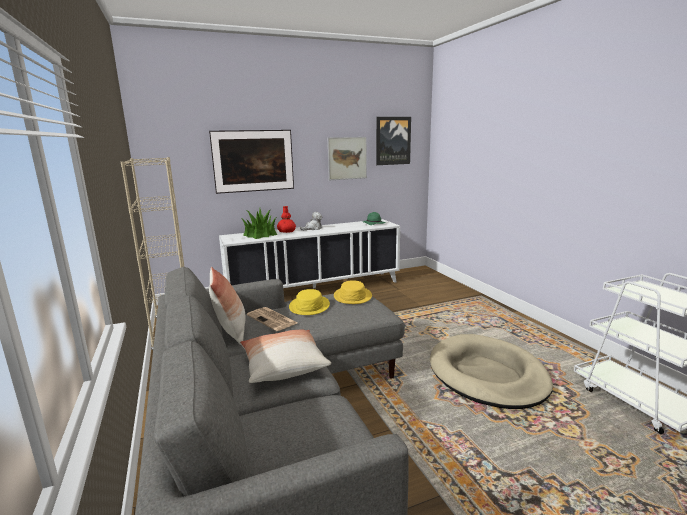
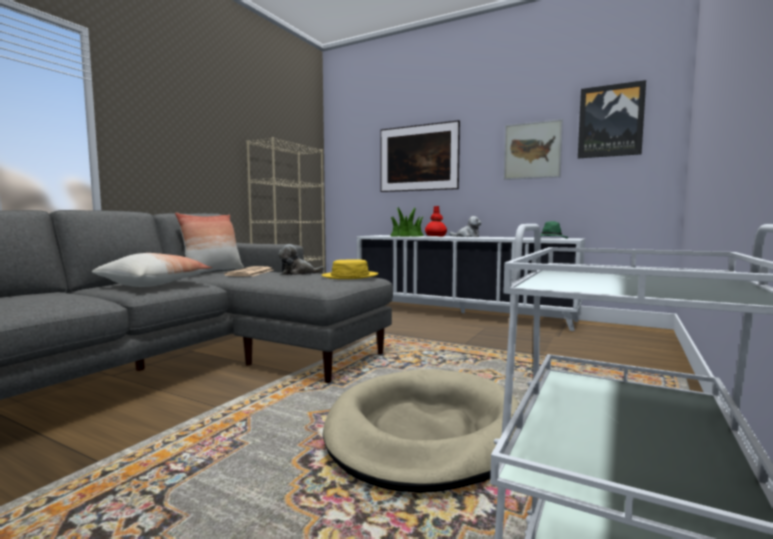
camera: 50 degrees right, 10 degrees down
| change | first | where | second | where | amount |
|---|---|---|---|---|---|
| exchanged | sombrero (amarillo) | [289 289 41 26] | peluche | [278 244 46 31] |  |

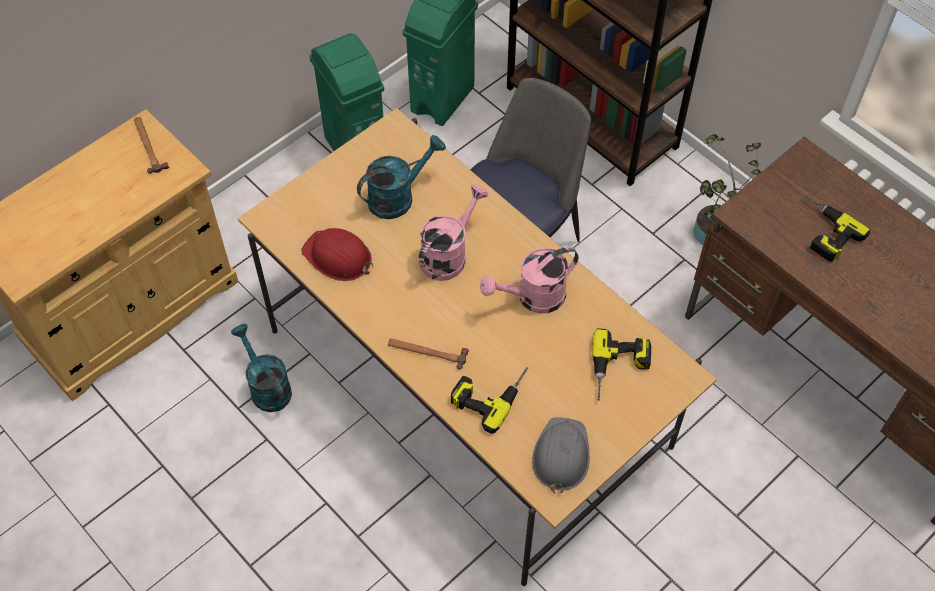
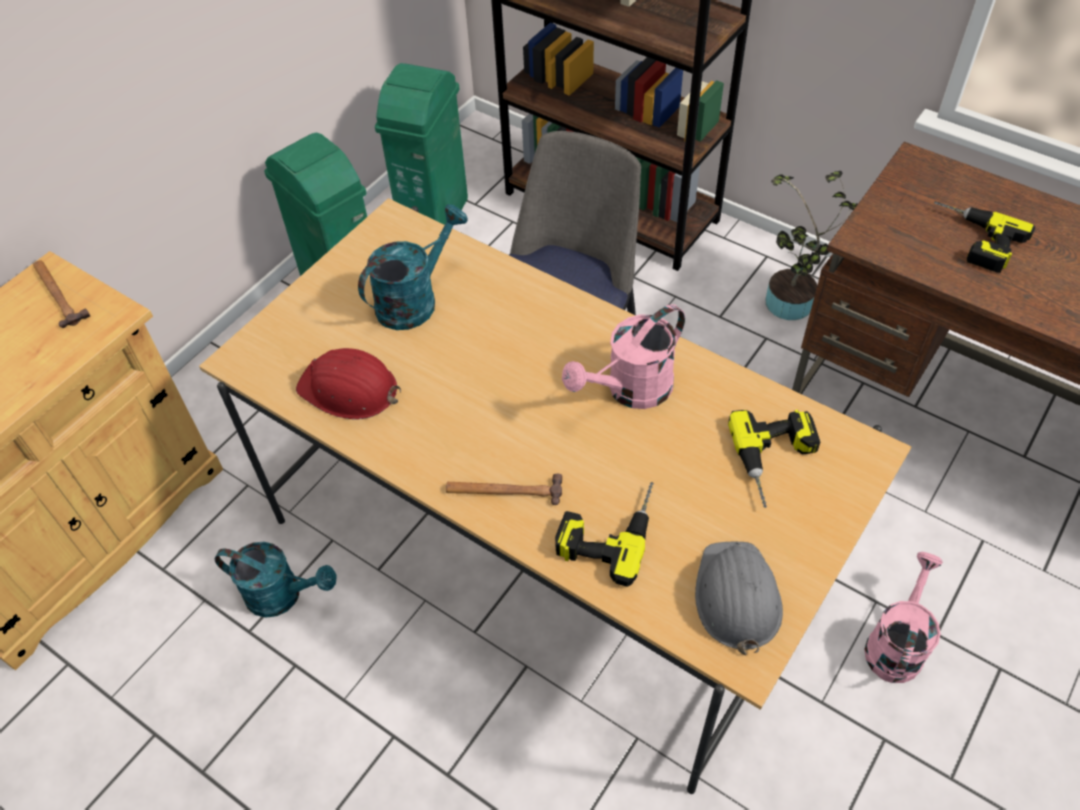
camera: 10 degrees left, 5 degrees down
| change | first | where | second | where | amount |
|---|---|---|---|---|---|
| spun | regadera (turquesa) | [231 324 61 88] |  | [215 541 121 77] | 150 degrees clockwise |
| relocated | regadera (rosa) | [418 184 70 97] |  | [864 552 79 131] |  |

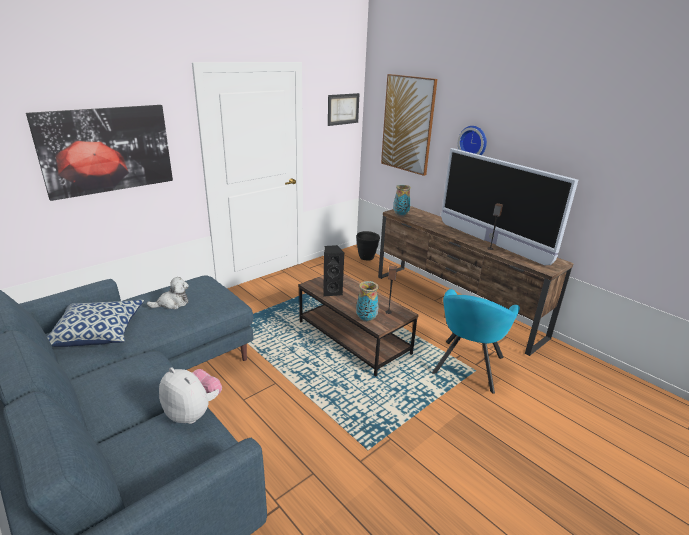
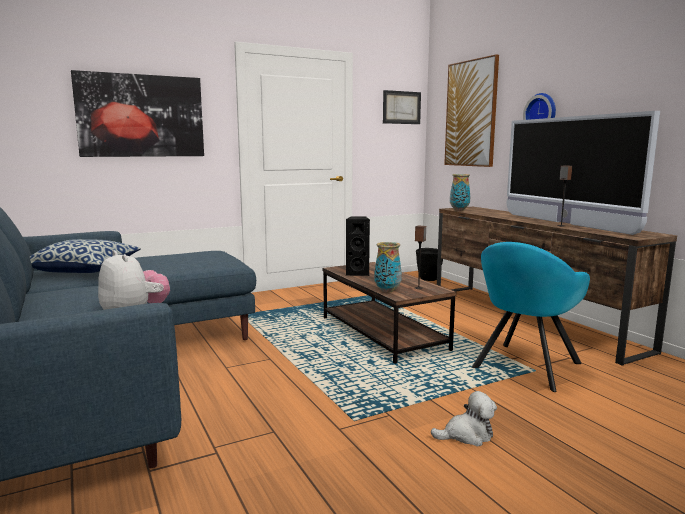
camera: 15 degrees right, 15 degrees down
| change | first | where | second | where | amount |
|---|---|---|---|---|---|
| relocated | peluche | [146 277 43 32] |  | [431 391 66 56] |  |

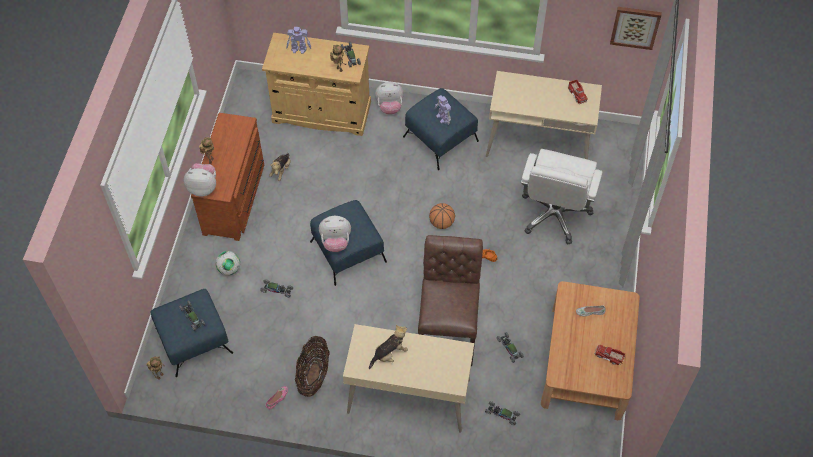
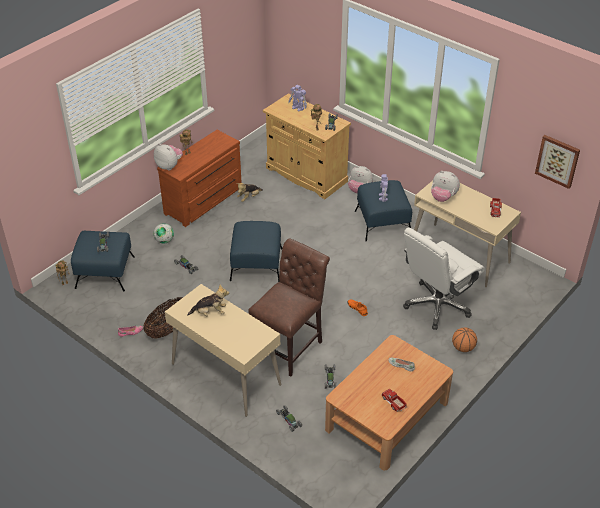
camera: 30 degrees right, 15 degrees down
| change | first | where | second | where | amount |
|---|---|---|---|---|---|
| relocated | peluche | [319 216 32 36] |  | [431 171 29 31] |  |
| relocated | balón de baloncesto | [429 203 26 26] |  | [452 327 25 25] |  |

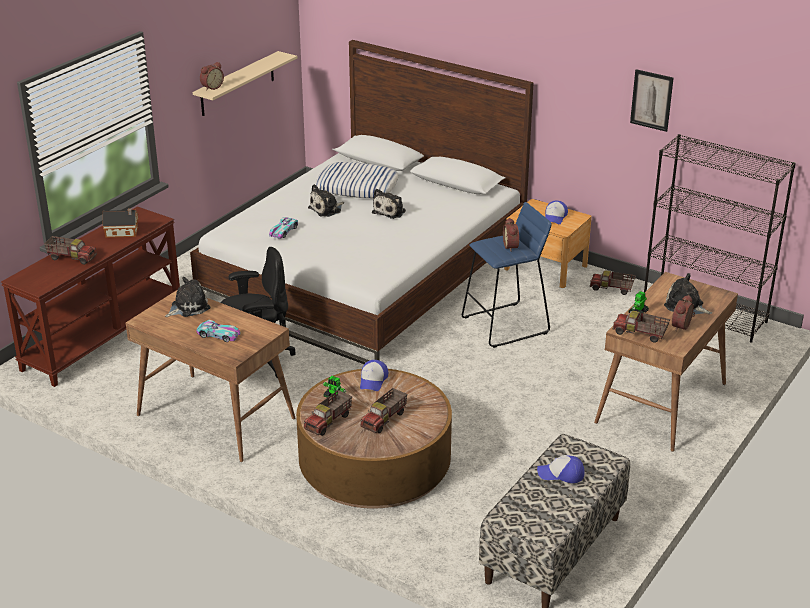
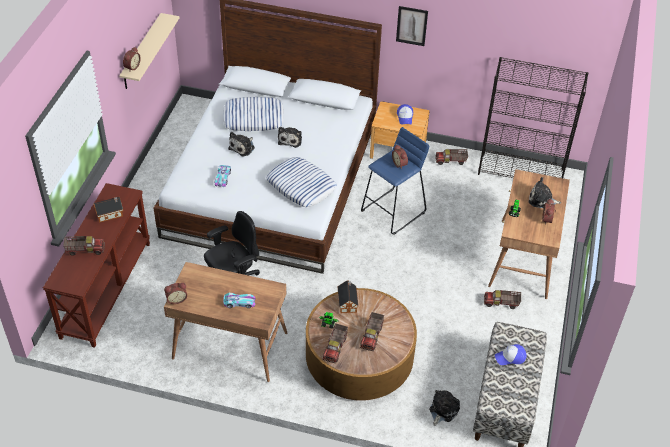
camera: 20 degrees left, 15 degrees up
| change | first | where | second | where | amount |
|---|---|---|---|---|---|
| appeared |  |  | despertador | [164 283 23 21] |  |
| appeared |  |  | cojín | [266 157 71 50] |  |
| exchanged | gorra | [360 360 28 31] | casita | [338 281 21 32] |  |
| relocated | cuadro | [630 69 43 63] |  | [396 6 32 40] |  |
| relocated | peluche | [165 277 45 40] |  | [429 390 31 36] |  |
| relocated | camión de juguete | [613 311 57 32] |  | [484 290 37 19] |  |

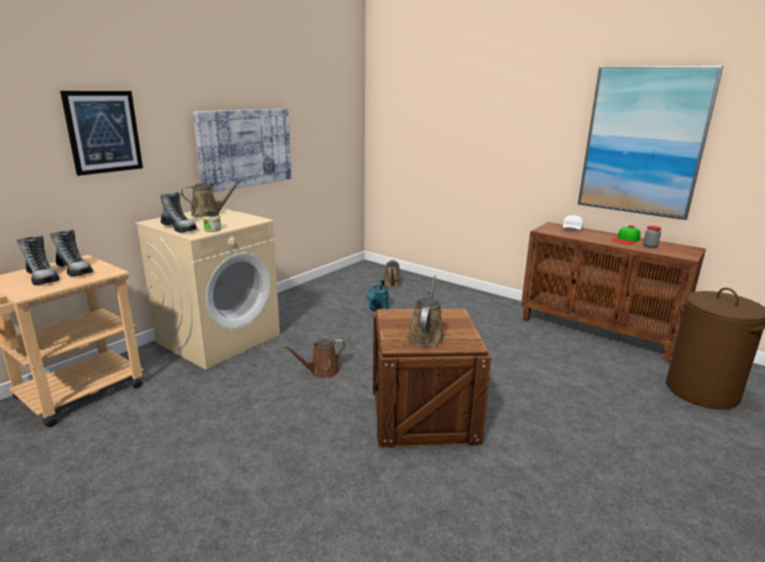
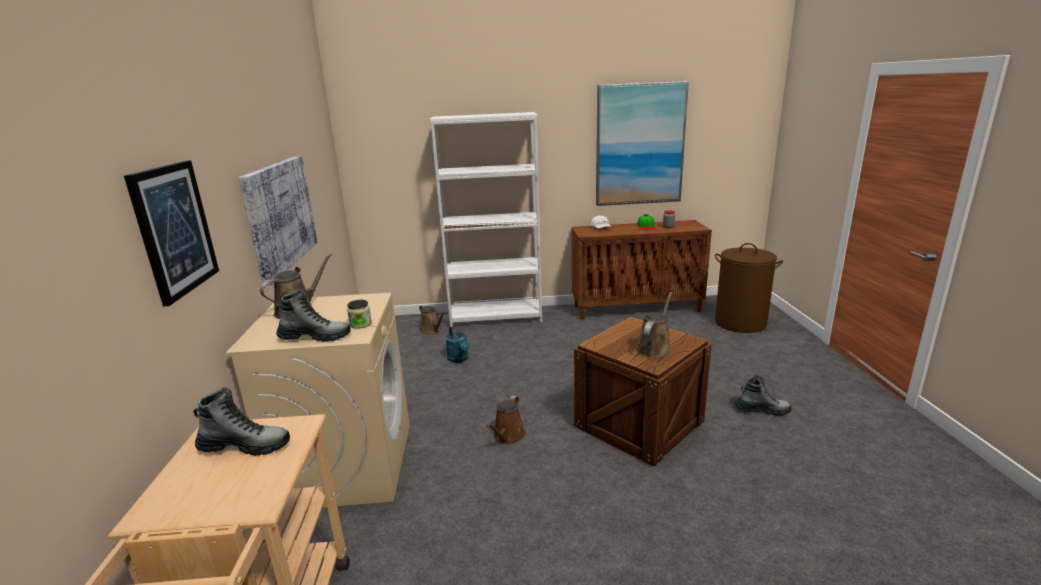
camera: 40 degrees left, 0 degrees up
| change | first | where | second | where | amount |
|---|---|---|---|---|---|
| appeared |  |  | estantería (blanco) | [430 112 112 215] |  |
| spun | regadera (marrón) | [407 275 37 72] |  | [635 292 37 66] | 60 degrees clockwise |
| relocated | bota | [17 235 42 50] |  | [735 375 57 41] |  |

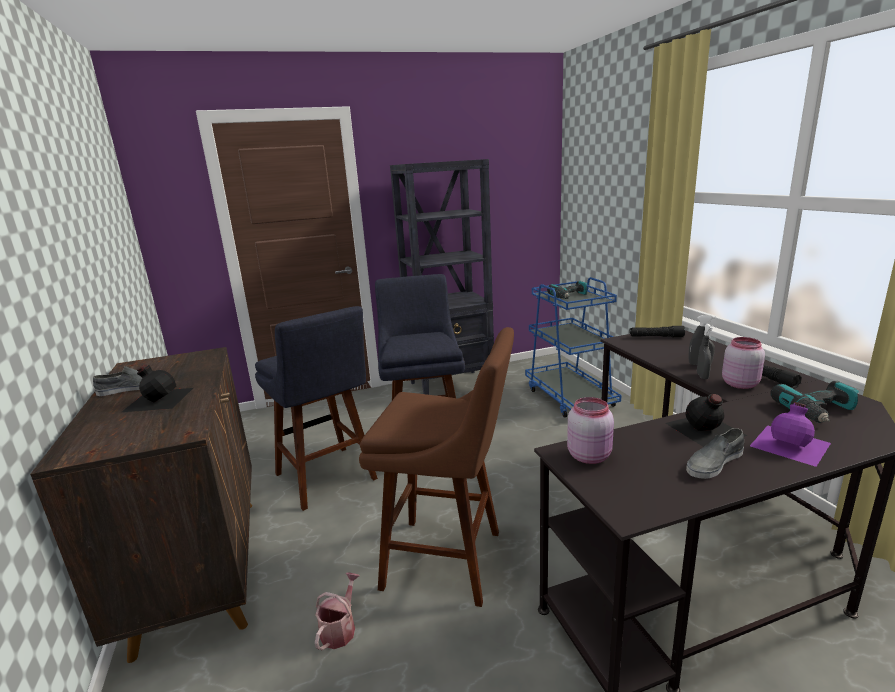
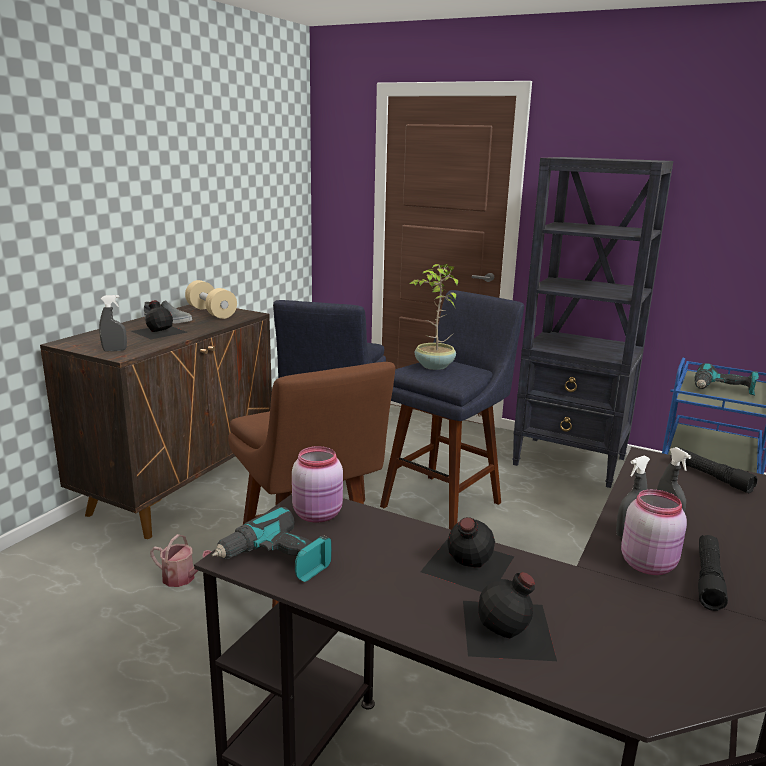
camera: 45 degrees right, 0 degrees up
| change | first | where | second | where | amount |
|---|---|---|---|---|---|
| appeared |  |  | pulverizador (gris) | [99 295 28 56] |  |
| spun | regadera | [315 572 45 79] |  | [150 534 61 53] | 45 degrees clockwise |
| appeared |  |  | mancuerna (beis) | [185 280 52 39] |  |
| relocated | taladro | [770 381 89 42] |  | [212 507 120 75] |  |
| appeared |  |  | planta en maceta | [410 264 48 106] |  |
| colour | botella (morado) | [750 402 81 65] | botella (negro) | [463 572 94 89] |  |
| missing | zapato (gris) | [686 428 58 51] |  |  |  |

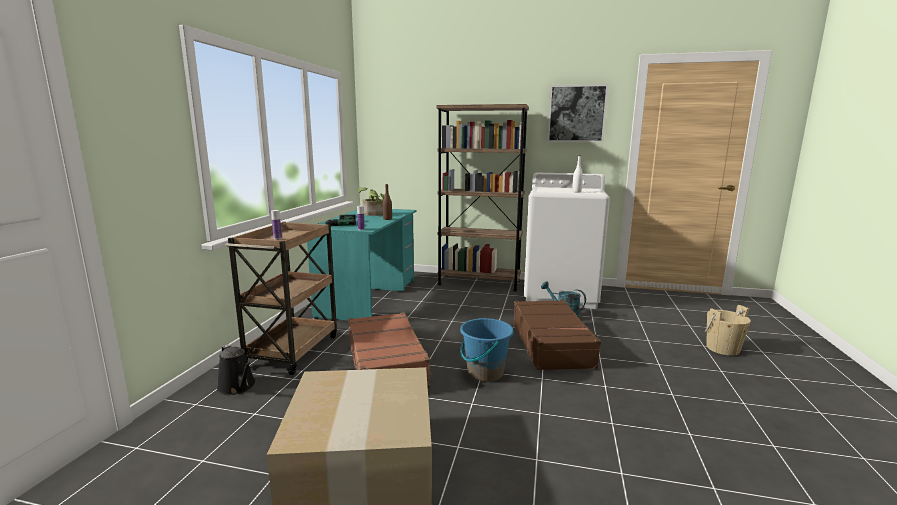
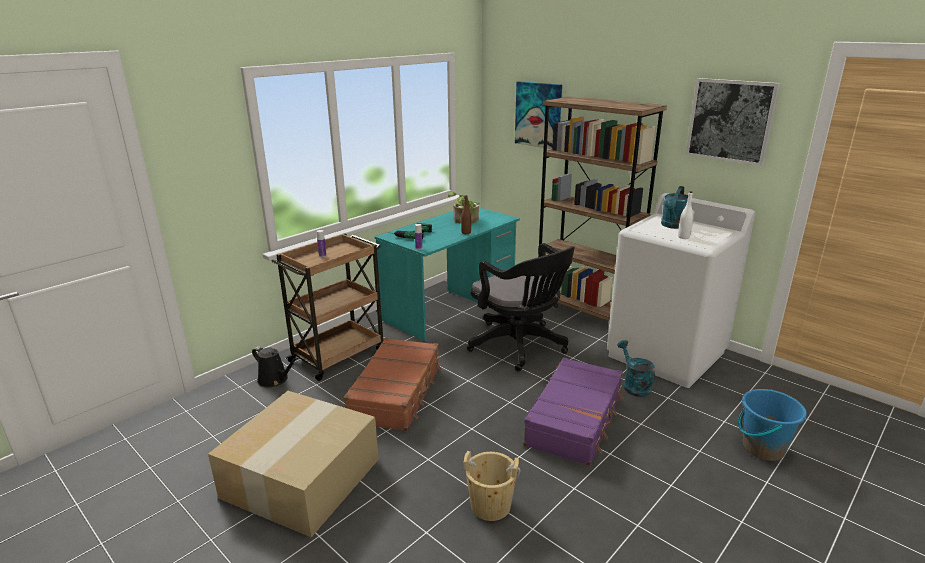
camera: 30 degrees right, 10 degrees up
| change | first | where | second | where | amount |
|---|---|---|---|---|---|
| spun | regadera (negro) | [217 344 38 51] |  | [252 346 46 41] | 45 degrees counterclockwise |
| relocated | cubo (beis) | [705 305 46 51] |  | [463 451 58 70] |  |
| appeared |  |  | silla de oficina (negro) | [467 243 108 128] |  |
| appeared |  |  | cuadro | [515 81 47 68] |  |
| colour | maleta (marrón) | [513 300 88 70] | maleta (morado) | [523 357 100 109] |  |
| appeared |  |  | regadera (turquesa) | [661 186 27 43] |  |
| relocated | cubo (azul) | [460 318 54 64] |  | [738 389 69 72] |  |

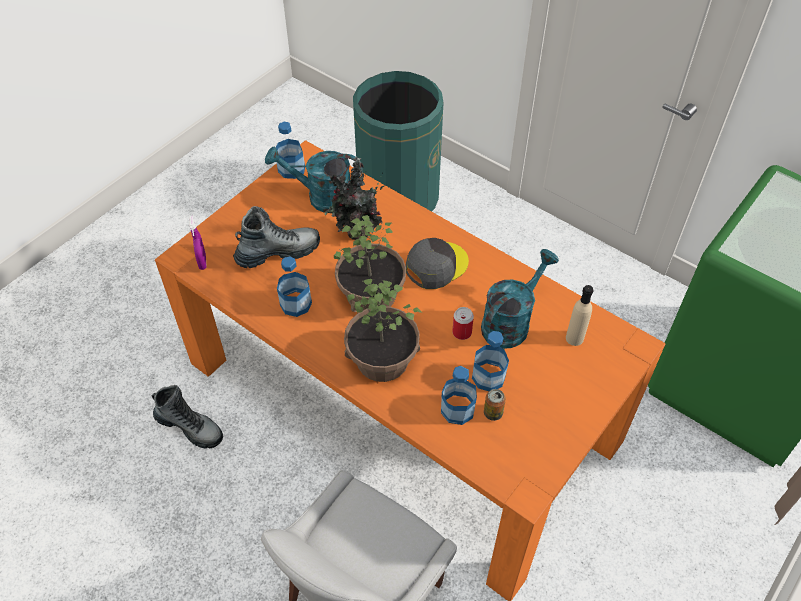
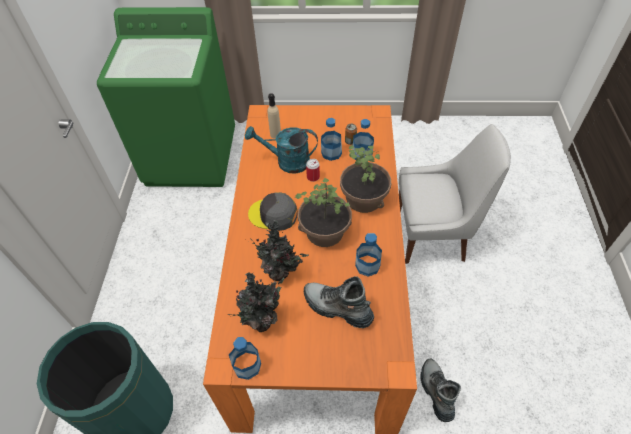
camera: 125 degrees left, 0 degrees up
| change | first | where | second | where | amount |
|---|---|---|---|---|---|
| exchanged | regadera (turquesa) | [265 147 98 66] | planta en maceta | [228 272 56 60] |  |
| missing | pulverizador (morado) | [189 216 18 54] |  |  |  |

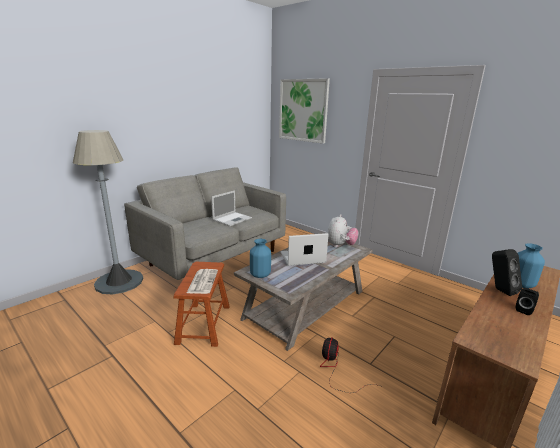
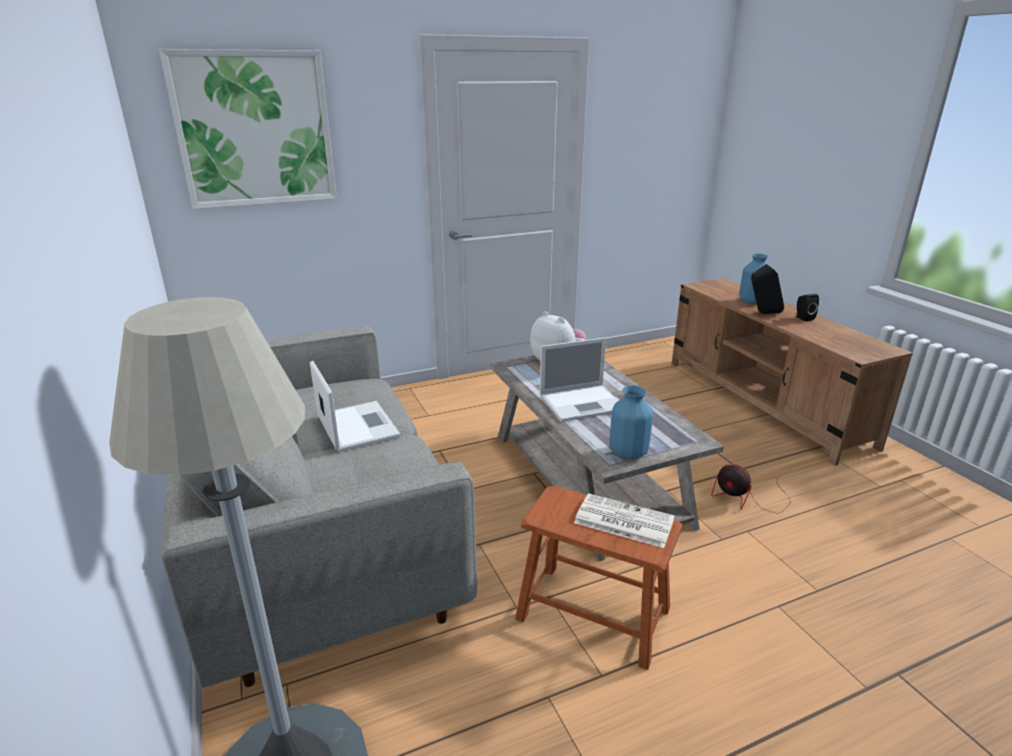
camera: 65 degrees left, 5 degrees up
| change | first | where | second | where | amount |
|---|---|---|---|---|---|
| spun | portátil | [281 233 48 33] |  | [540 338 79 84] | 120 degrees counterclockwise |

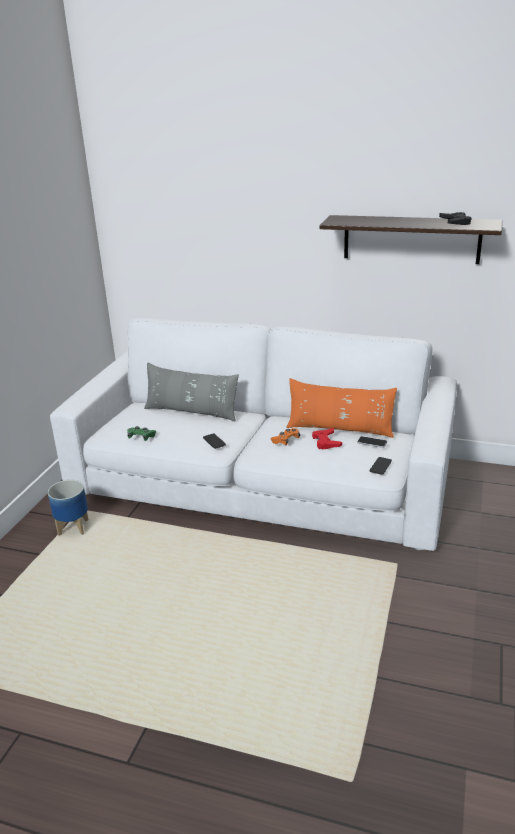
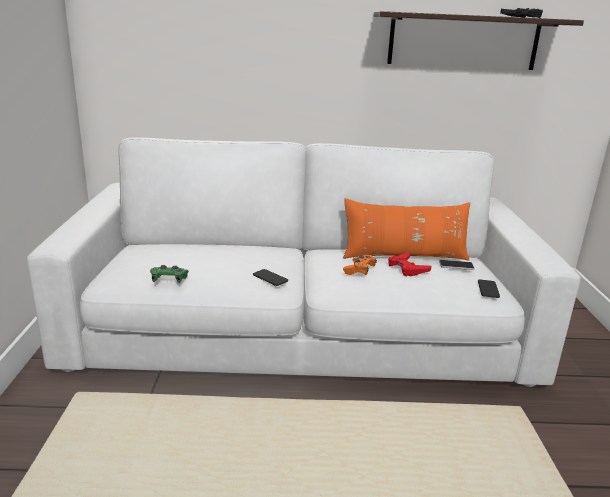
camera: 20 degrees left, 5 degrees down
| change | first | where | second | where | amount |
|---|---|---|---|---|---|
| missing | maceta | [48 480 40 56] |  |  |  |
| missing | cojín (gris) | [144 362 95 59] |  |  |  |

